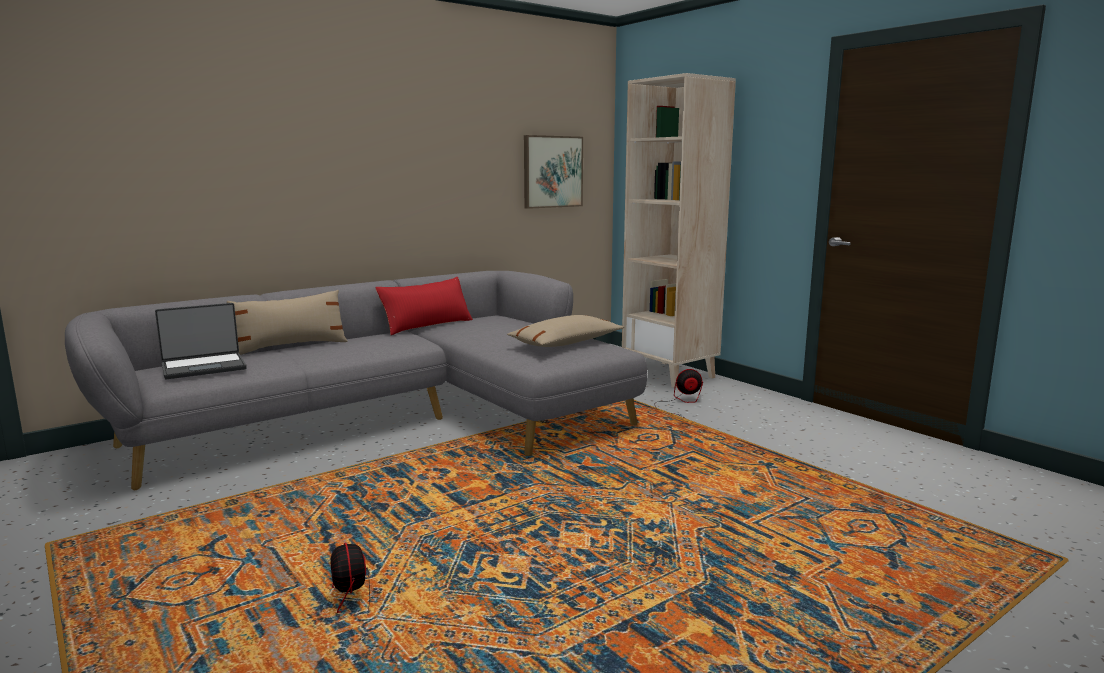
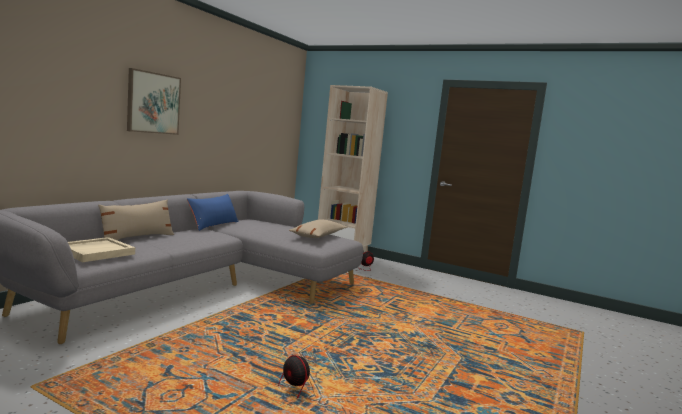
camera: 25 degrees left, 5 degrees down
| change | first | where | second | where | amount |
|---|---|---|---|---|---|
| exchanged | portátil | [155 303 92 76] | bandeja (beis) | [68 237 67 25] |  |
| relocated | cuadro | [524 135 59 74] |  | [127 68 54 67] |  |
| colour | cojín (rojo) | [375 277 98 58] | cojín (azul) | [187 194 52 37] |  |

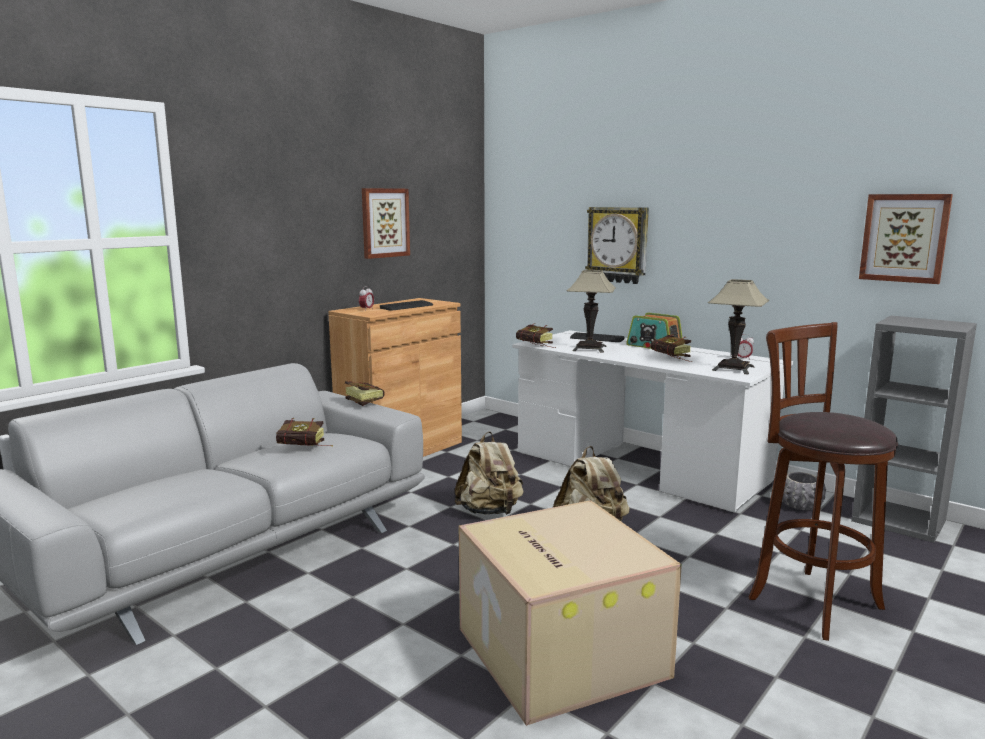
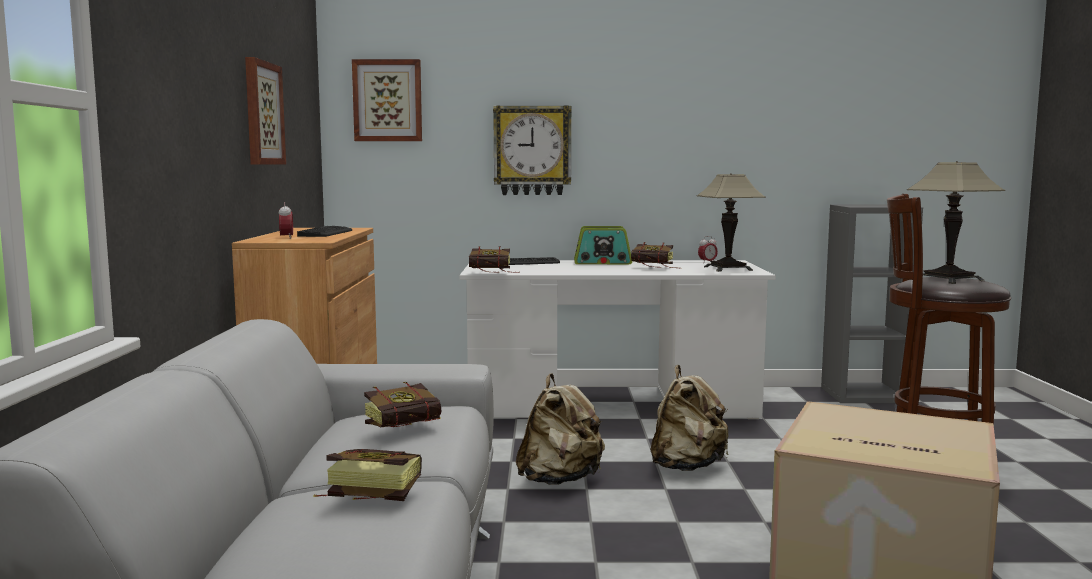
camera: 40 degrees left, 5 degrees down
| change | first | where | second | where | amount |
|---|---|---|---|---|---|
| relocated | libro | [345 381 40 25] |  | [313 449 109 52] |  |
| relocated | cuadro | [859 194 94 90] |  | [352 59 70 82] |  |
| relocated | lámpara de mesa | [567 270 49 83] |  | [907 161 98 123] |  |
| missing | maceta (gris) | [782 472 44 38] |  |  |  |

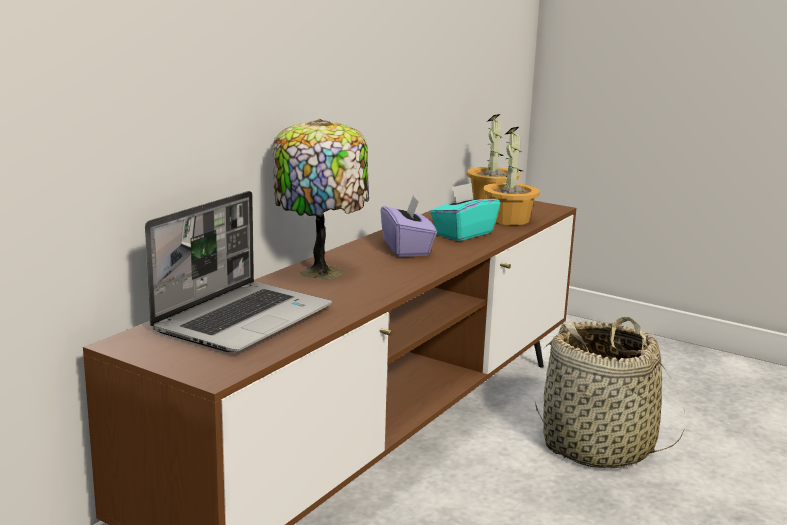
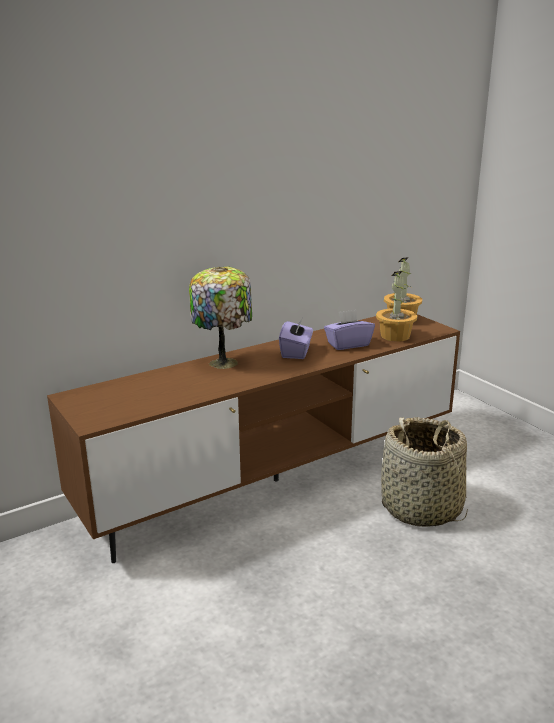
camera: 25 degrees right, 5 degrees up
| change | first | where | second | where | amount |
|---|---|---|---|---|---|
| colour | caja de pañuelos (turquesa) | [430 183 70 58] | caja de pañuelos (morado) | [324 310 51 40] |  |
| missing | portátil | [145 191 187 161] |  |  |  |

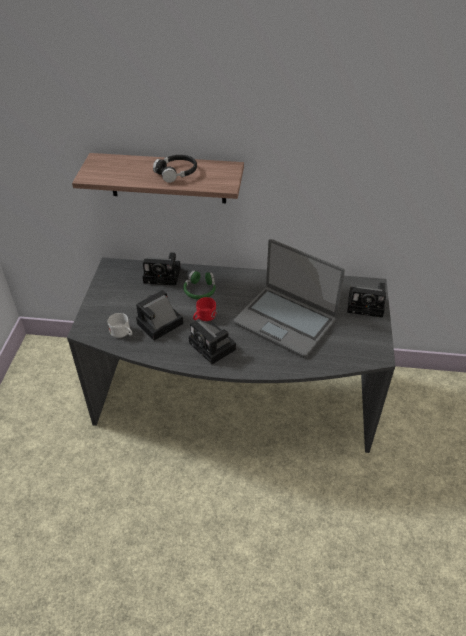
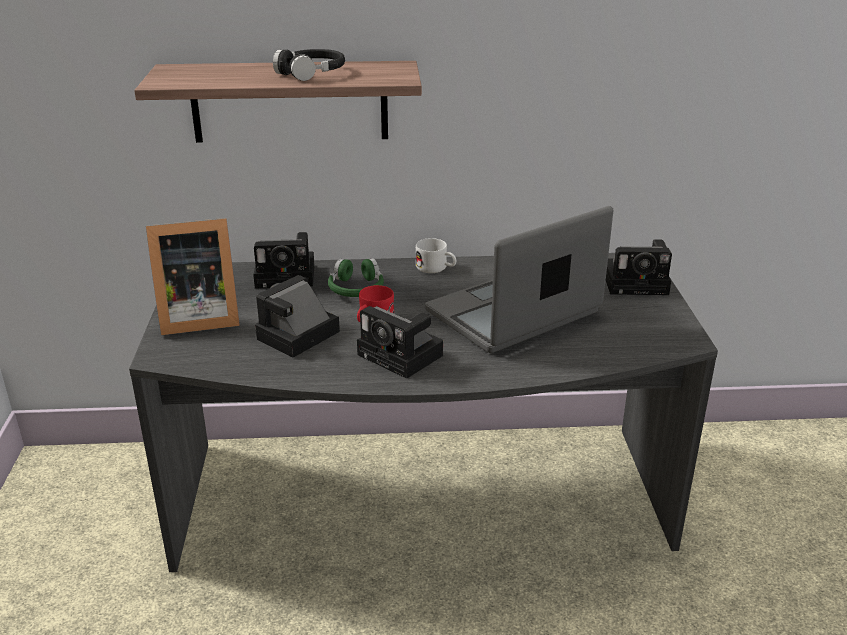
camera: 10 degrees left, 15 degrees down
| change | first | where | second | where | amount |
|---|---|---|---|---|---|
| appeared |  |  | portarretratos | [146 218 94 117] |  |
| relocated | taza grande (blanco) | [108 313 24 25] |  | [416 238 40 35] |  |
| spun | portátil | [234 239 111 119] |  | [425 206 188 147] | 120 degrees clockwise |

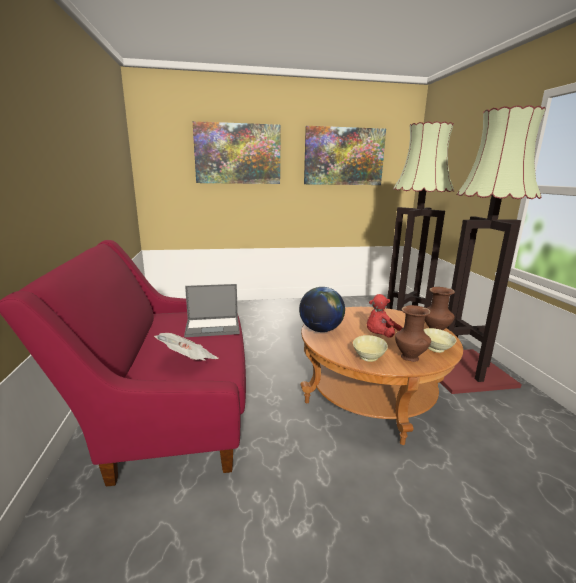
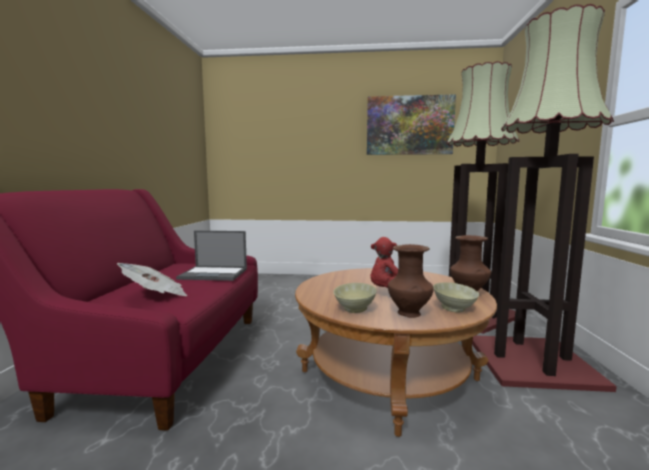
camera: 15 degrees right, 10 degrees down
| change | first | where | second | where | amount |
|---|---|---|---|---|---|
| missing | cuadro | [192 121 89 63] |  |  |  |
| missing | globo terráqueo | [299 287 46 45] |  |  |  |

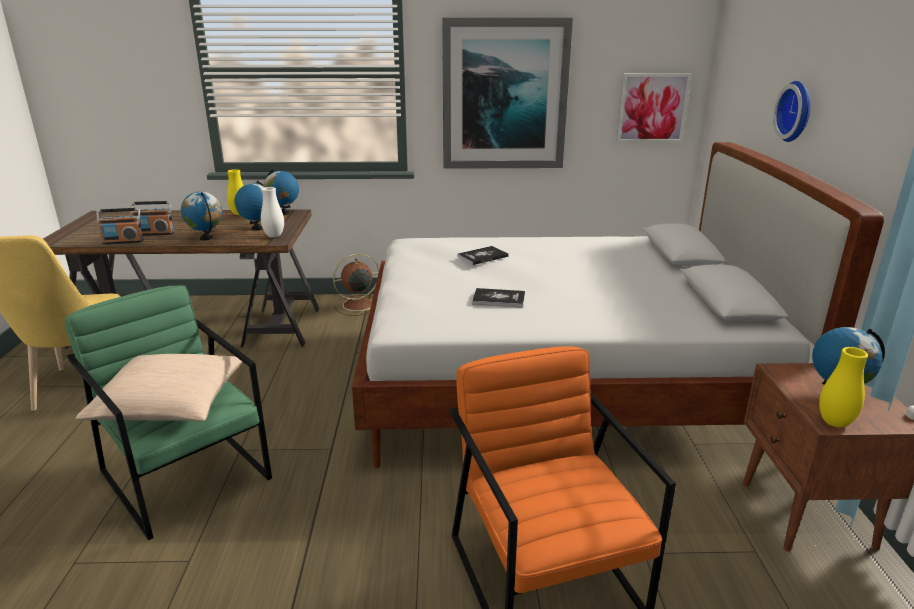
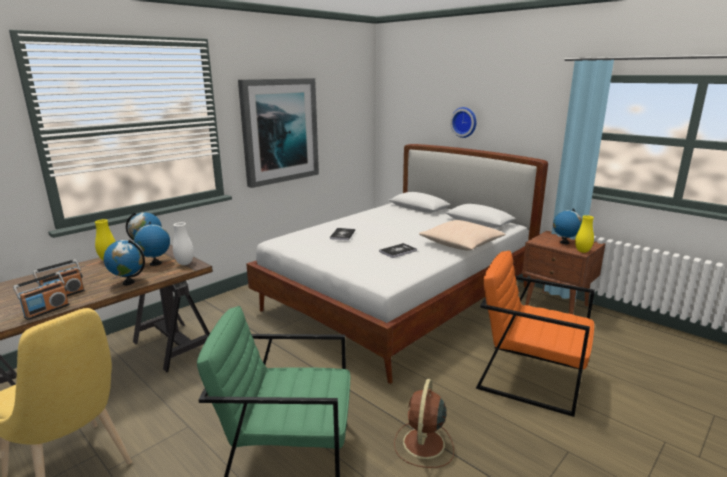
camera: 45 degrees left, 5 degrees down
| change | first | where | second | where | amount |
|---|---|---|---|---|---|
| relocated | ventilador (marrón) | [333 253 46 63] |  | [394 379 60 89] |  |
| relocated | cojín (beis) | [75 354 167 67] |  | [419 220 87 31] |  |
| missing | cuadro | [617 73 74 69] |  |  |  |

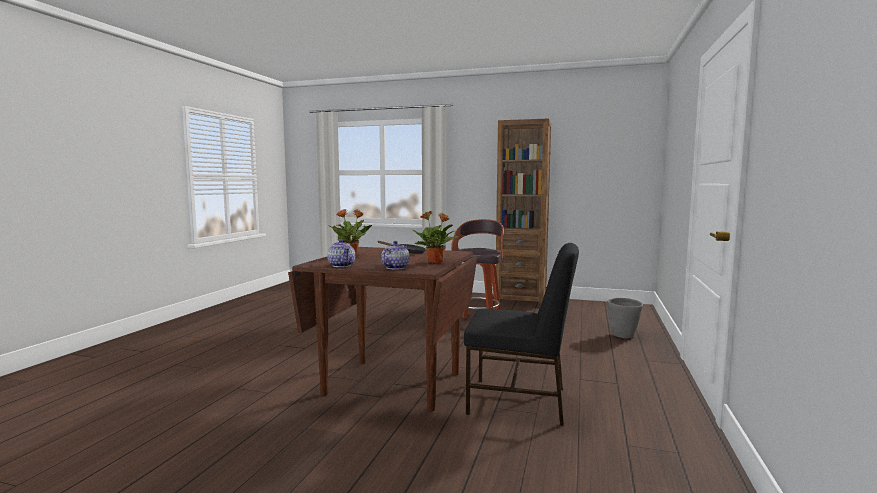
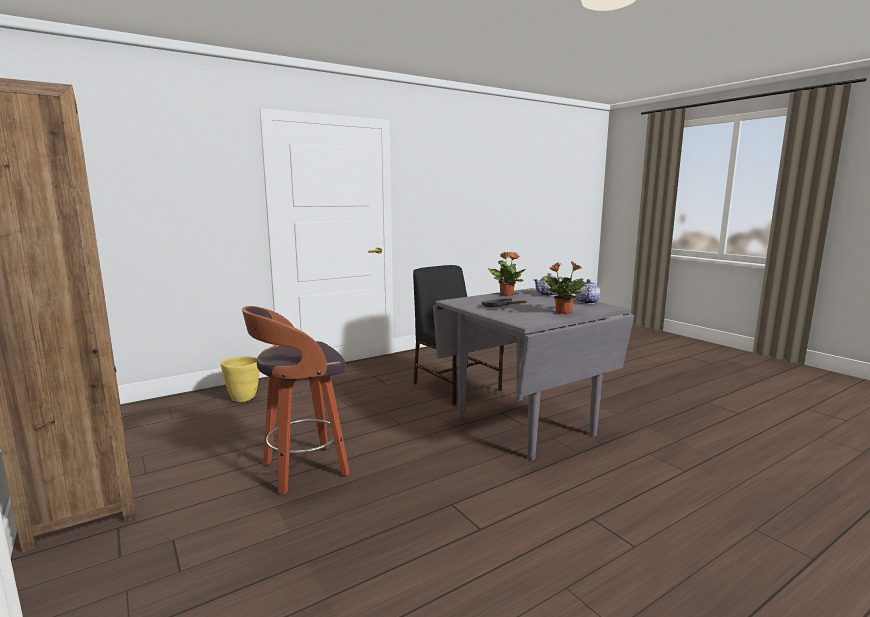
camera: 140 degrees left, 5 degrees up
| change | first | where | second | where | amount |
|---|---|---|---|---|---|
| colour | maceta (gris) | [607 298 36 40] | maceta (amarillo) | [221 356 39 46] |  |
| colour | mesa de comedor (marrón) | [288 247 189 164] | mesa de comedor (gris) | [433 288 202 172] |  |

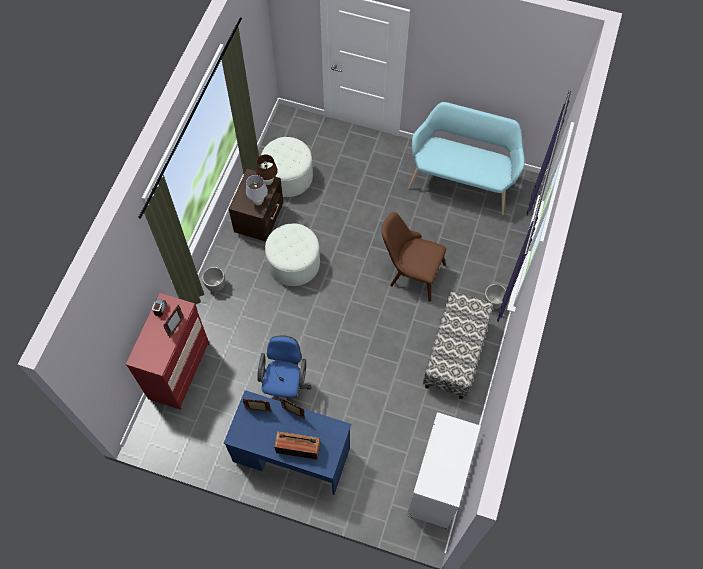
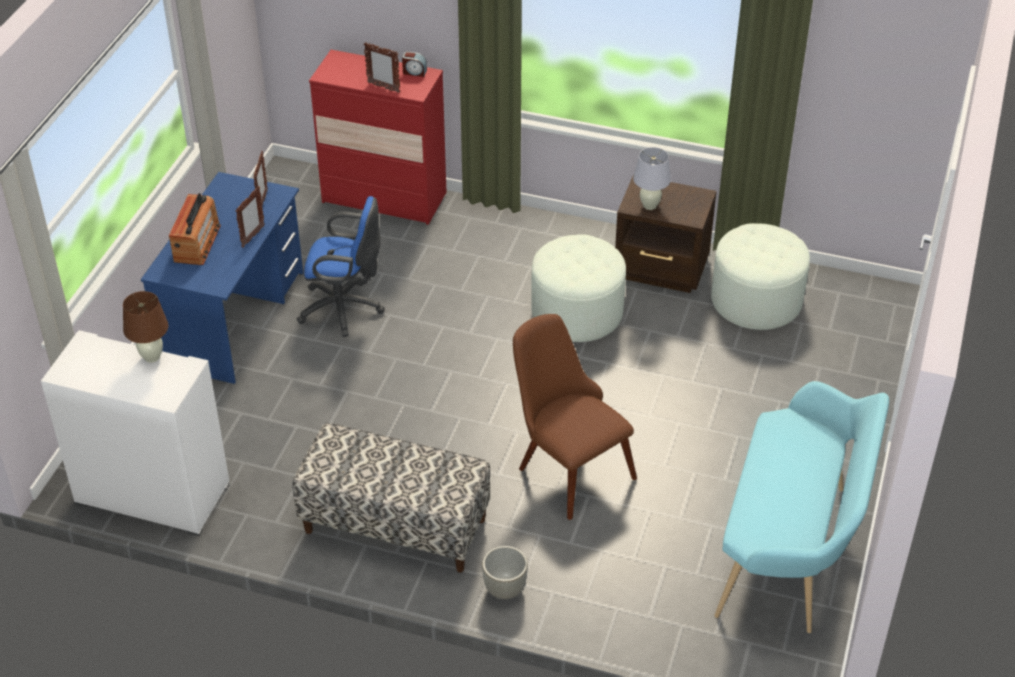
camera: 90 degrees right, 20 degrees down
| change | first | where | second | where | amount |
|---|---|---|---|---|---|
| relocated | lámpara de mesa (marrón) | [256 154 22 31] |  | [123 291 45 72] |  |
| spun | silla (marrón) | [382 212 64 90] |  | [513 314 124 206] | 60 degrees counterclockwise |
| missing | maceta (gris) | [202 267 23 25] |  |  |  |

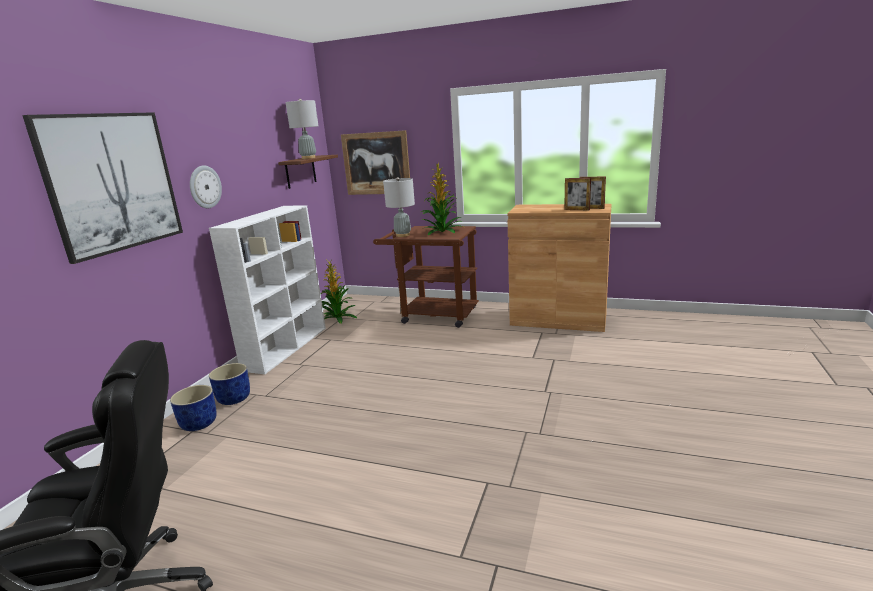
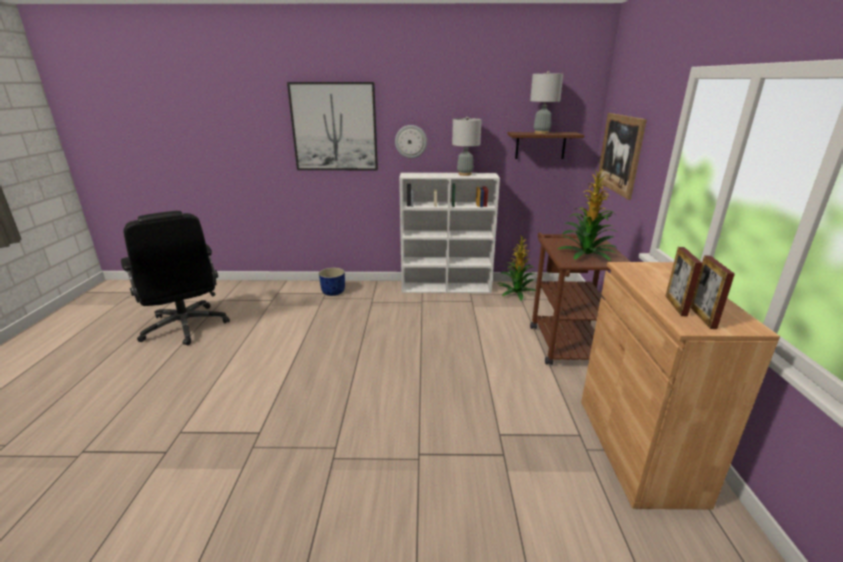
camera: 70 degrees right, 5 degrees up
| change | first | where | second | where | amount |
|---|---|---|---|---|---|
| relocated | lámpara de mesa (gris) | [383 177 32 60] |  | [452 117 30 59] |  |
| missing | maceta (azul) | [209 363 41 42] |  |  |  |

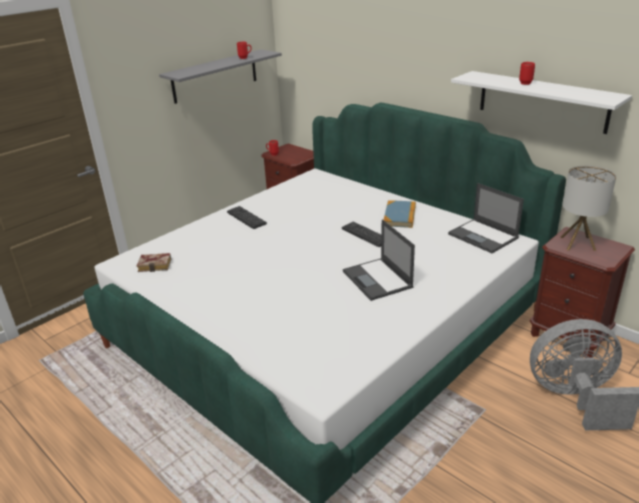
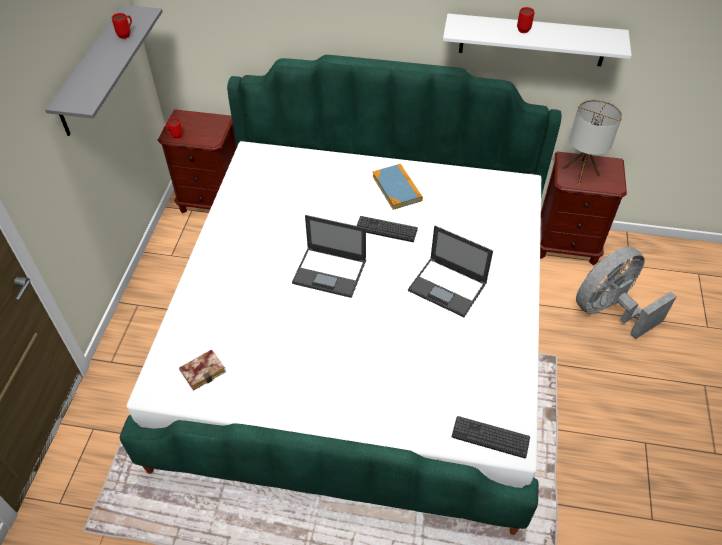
camera: 35 degrees left, 20 degrees up
| change | first | where | second | where | amount |
|---|---|---|---|---|---|
| relocated | portátil | [448 183 76 70] |  | [292 215 74 83] |  |
| relocated | teclado | [227 206 40 23] |  | [452 416 78 42] |  |

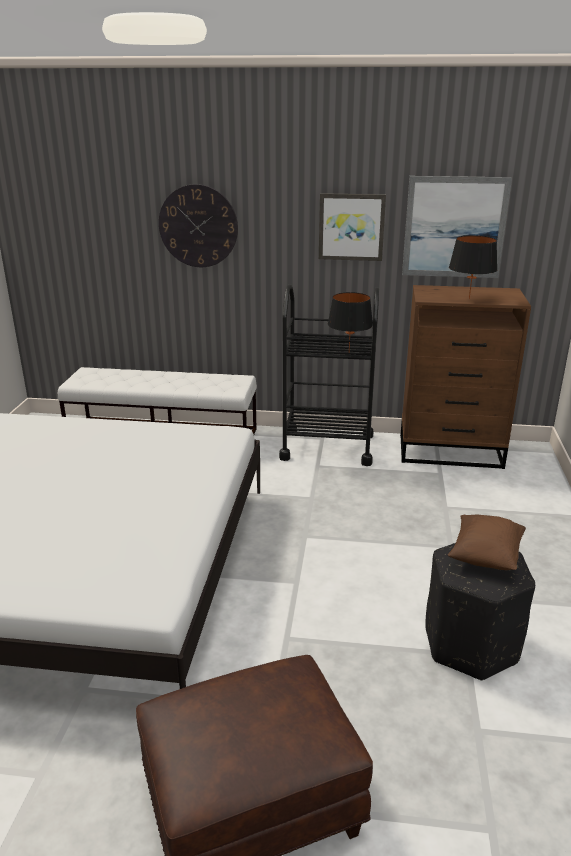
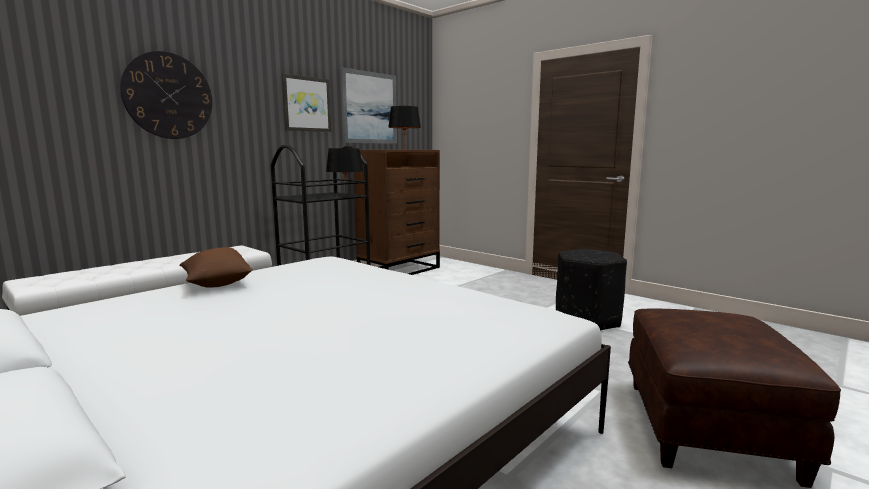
camera: 55 degrees left, 15 degrees down
| change | first | where | second | where | amount |
|---|---|---|---|---|---|
| relocated | cojín (marrón) | [448 514 78 56] |  | [180 247 73 41] |  |

